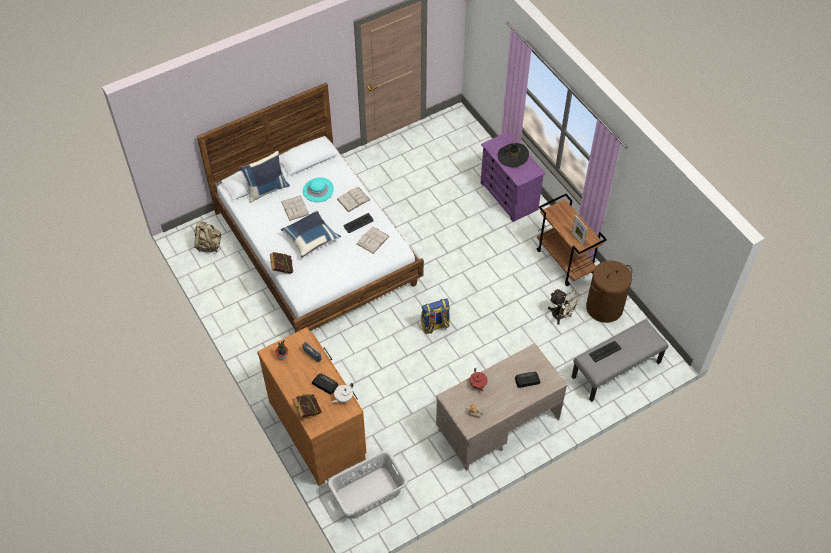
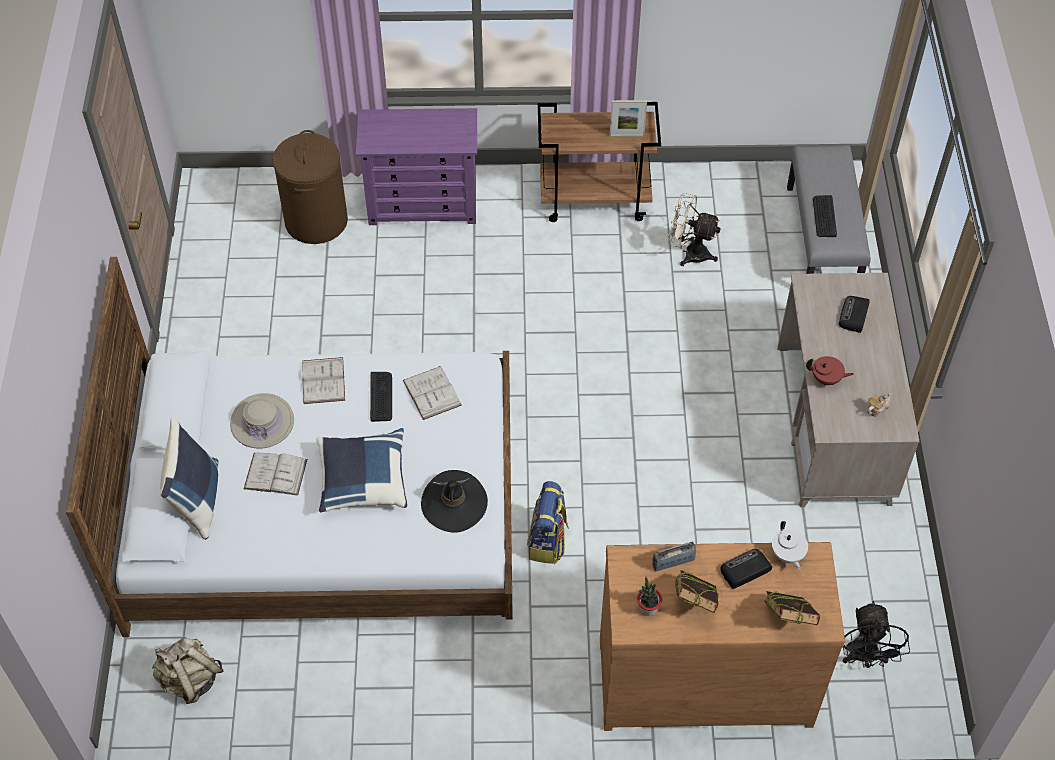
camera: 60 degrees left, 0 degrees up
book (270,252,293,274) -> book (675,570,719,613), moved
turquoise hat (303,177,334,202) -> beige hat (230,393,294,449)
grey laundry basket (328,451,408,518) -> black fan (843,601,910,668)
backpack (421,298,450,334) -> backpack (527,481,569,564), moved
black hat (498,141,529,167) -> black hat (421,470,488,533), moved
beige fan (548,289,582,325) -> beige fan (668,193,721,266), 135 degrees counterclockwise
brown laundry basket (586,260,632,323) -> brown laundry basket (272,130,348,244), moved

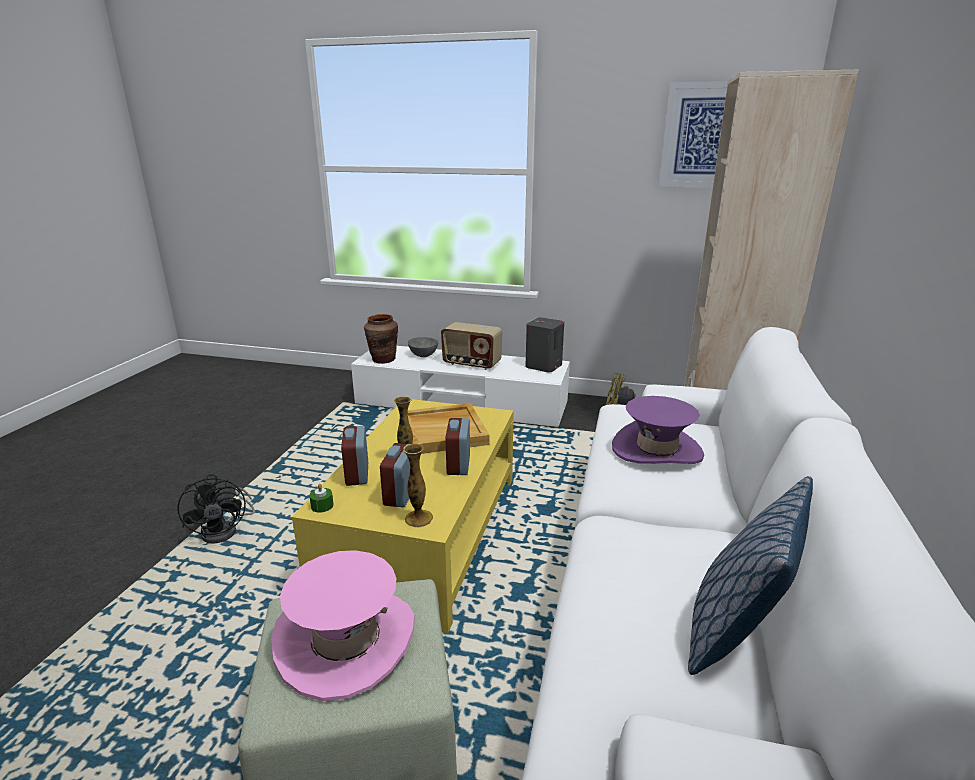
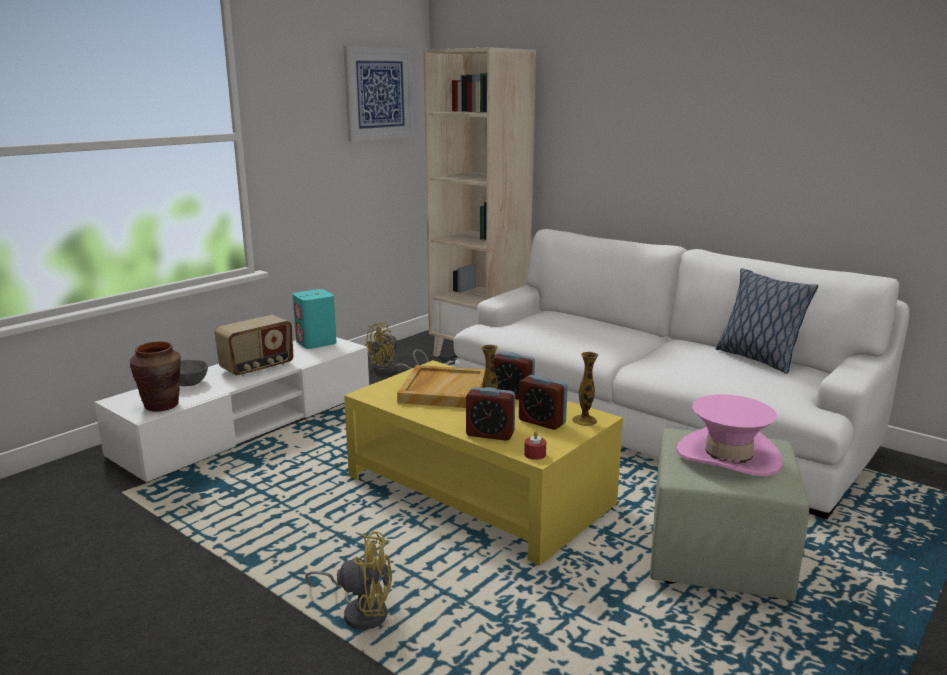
camera: 65 degrees left, 5 degrees down
black fan (177,474,255,543) -> yellow fan (305,531,392,630)
green candle (309,483,334,513) -> red candle (524,431,546,460)
grey speaker (525,317,564,372) -> turquoise speaker (293,289,337,349)
purple hat (612,396,704,464) -> none

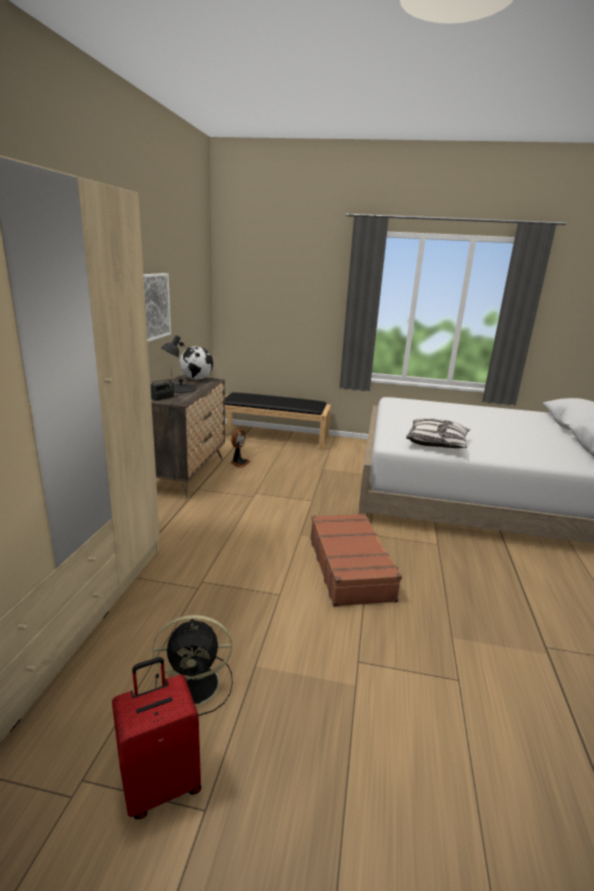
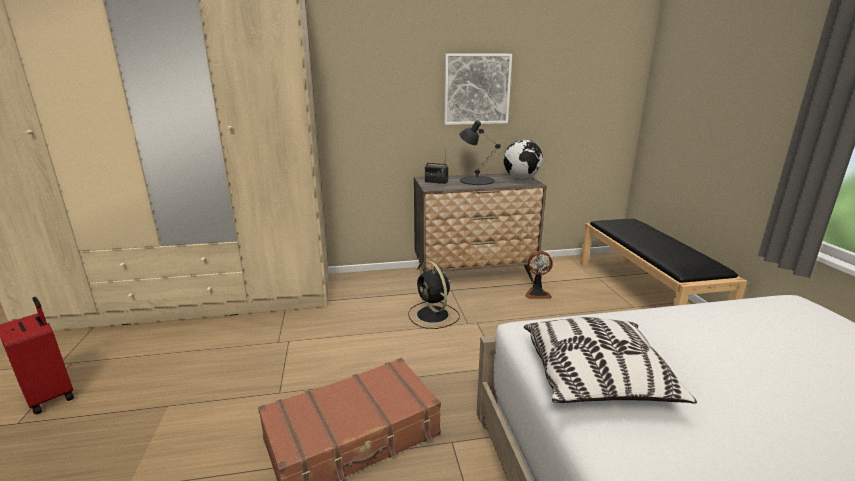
camera: 70 degrees right, 0 degrees up
black fan (152,615,233,716) -> black fan (408,261,460,329), moved

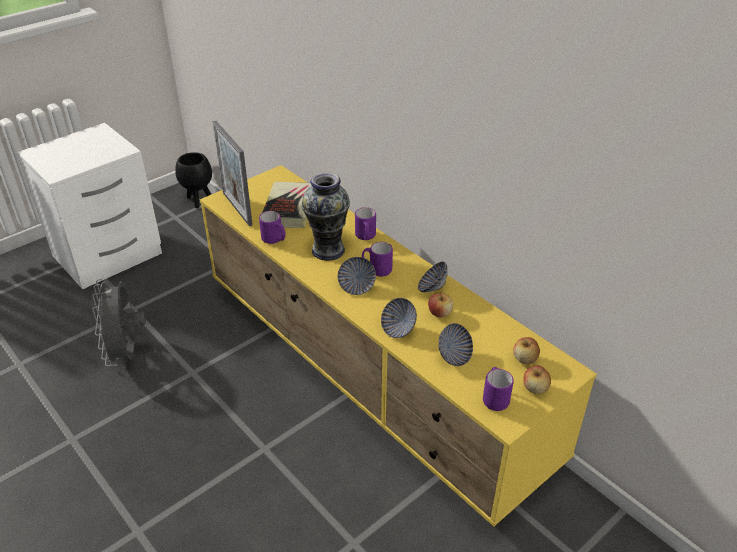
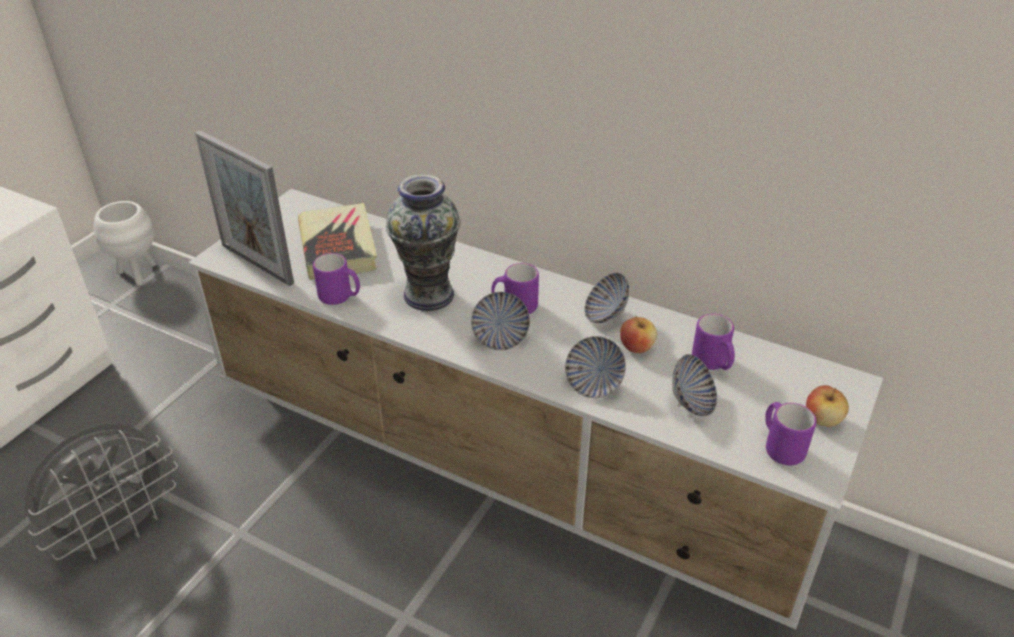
camera: 20 degrees left, 0 degrees up
grey fan (92,279,146,366) -> grey fan (24,423,178,560), 105 degrees counterclockwise
black planter (175,152,212,208) -> white planter (94,201,156,285)
yellow tv stand (200,165,597,526) -> white tv stand (188,189,883,629)
purple mug (355,207,376,240) -> purple mug (692,314,735,370), moved
apple (513,337,540,364) -> none

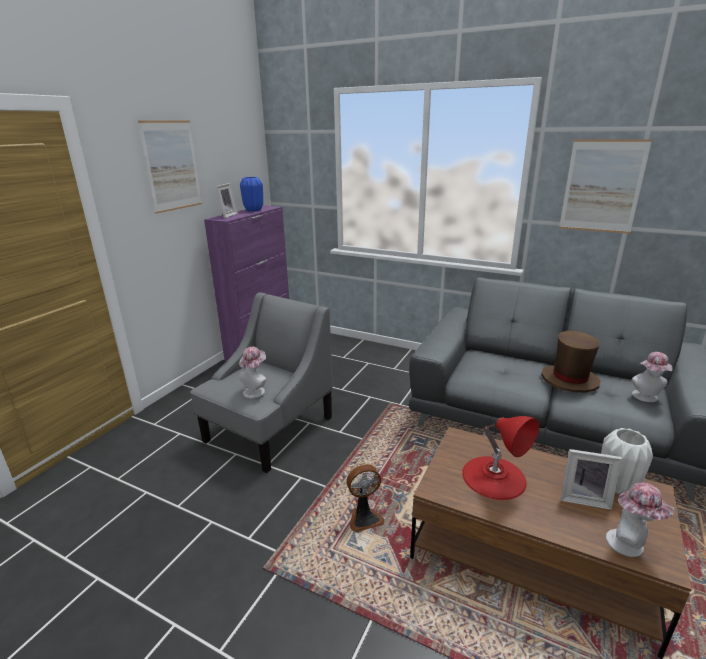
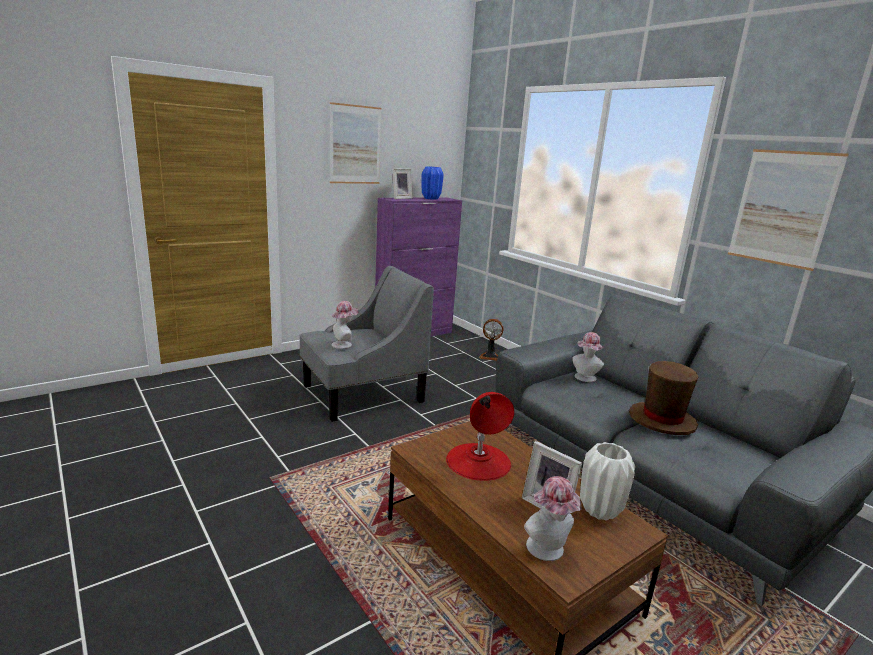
camera: 25 degrees right, 5 degrees down
fan (347,464,384,533) -> fan (479,319,503,361), moved
hat (631,352,673,402) -> hat (572,332,604,382), moved

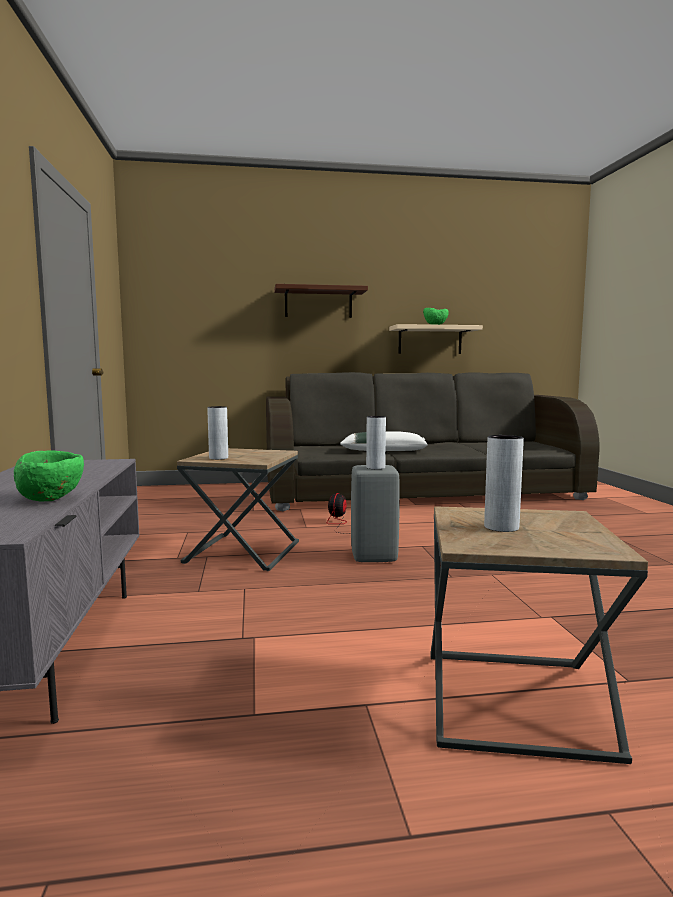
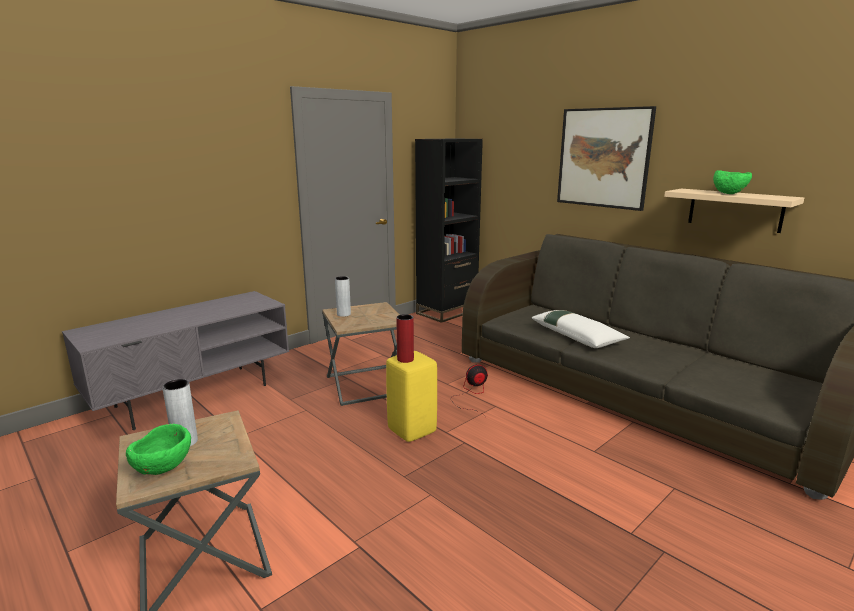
camera: 55 degrees right, 10 degrees up
green bowl (14,450,84,501) -> green bowl (126,424,191,475), moved
brown shelf (274,284,368,318) -> picture (557,106,656,211)
grey stool (351,465,400,562) -> yellow stool (386,351,437,442)
grey vase (366,416,386,469) -> red vase (396,314,414,363)
none -> black bookcase (415,139,483,323)

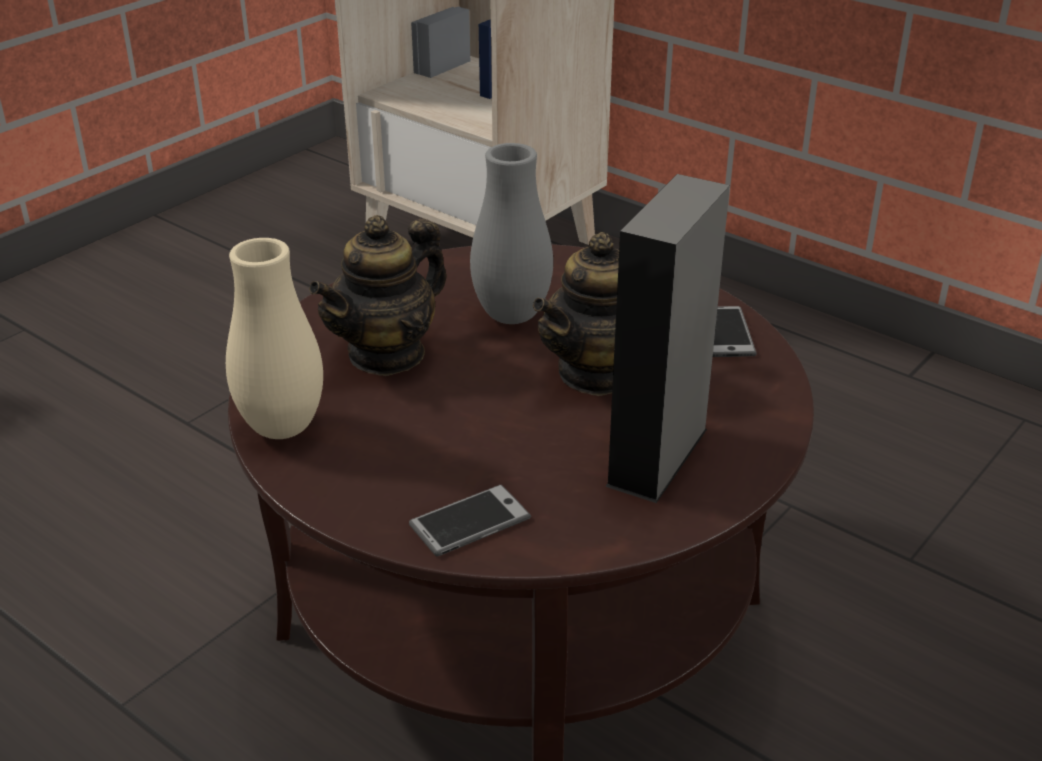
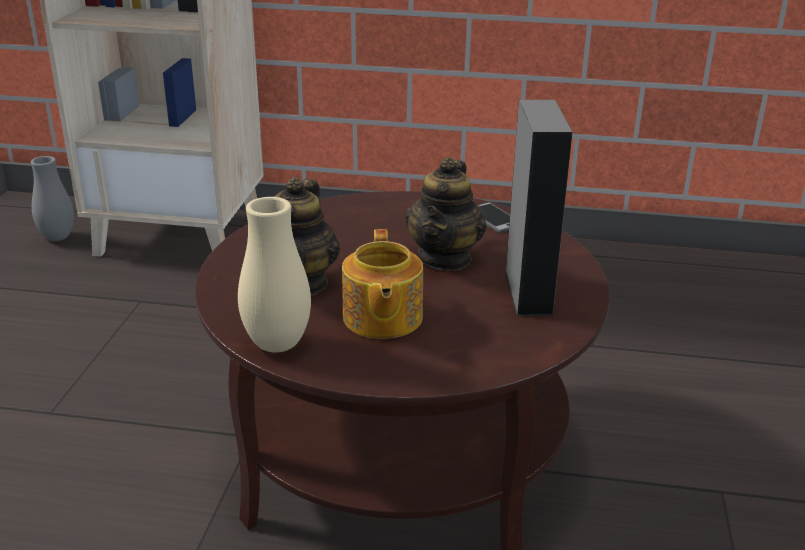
camera: 30 degrees left, 5 degrees down
phone (409,485,531,556) -> none
grey vase (470,143,553,324) -> grey vase (31,156,74,241), moved
none -> teapot (342,229,423,339)

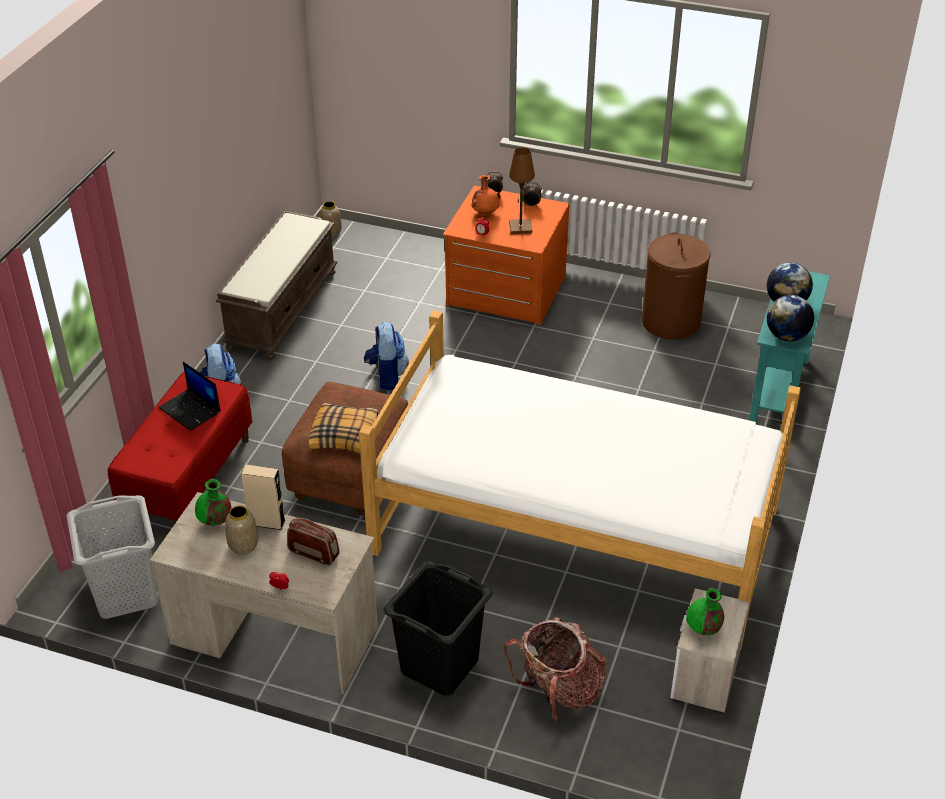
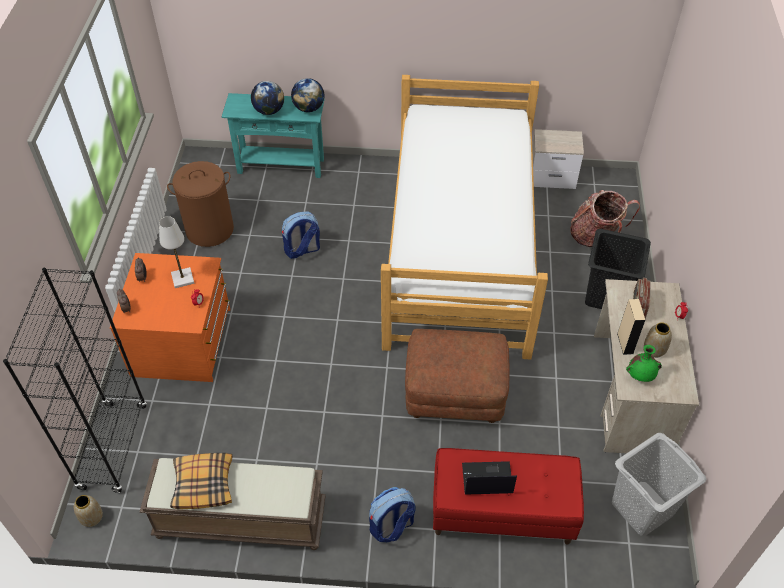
camera: 105 degrees left, 10 degrees up
laptop (159,361,221,431) -> laptop (462,461,517,495), 120 degrees counterclockwise
pillow (309,402,378,454) -> pillow (170,453,233,509), moved
backpack (364,322,409,390) -> backpack (282,212,320,259), moved
orange vase (471,175,500,215) -> none
brown table lamp (509,147,535,234) -> white table lamp (159,216,194,288)
green vase (686,588,724,635) -> none
none -> black bookcase (3,268,147,493)

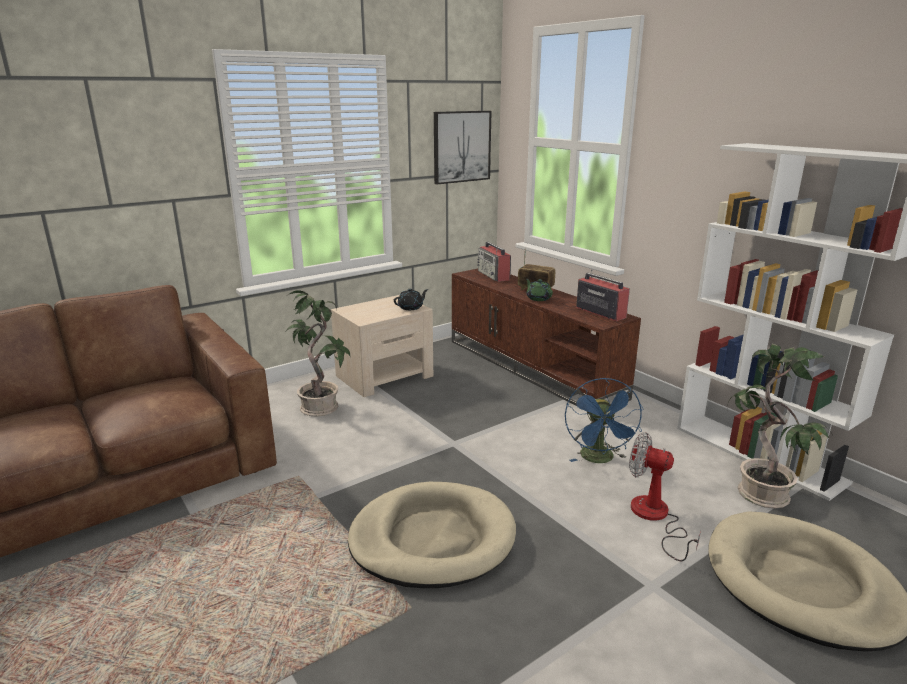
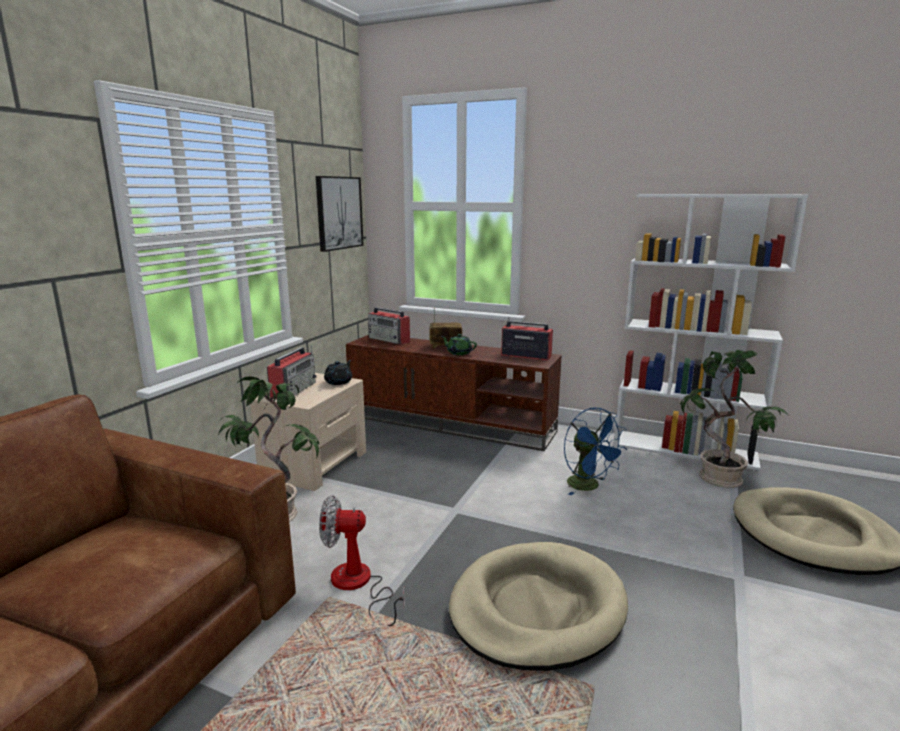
camera: 30 degrees left, 5 degrees down
fan (629,432,701,561) -> fan (319,495,405,626), moved
none -> radio (267,345,317,399)

